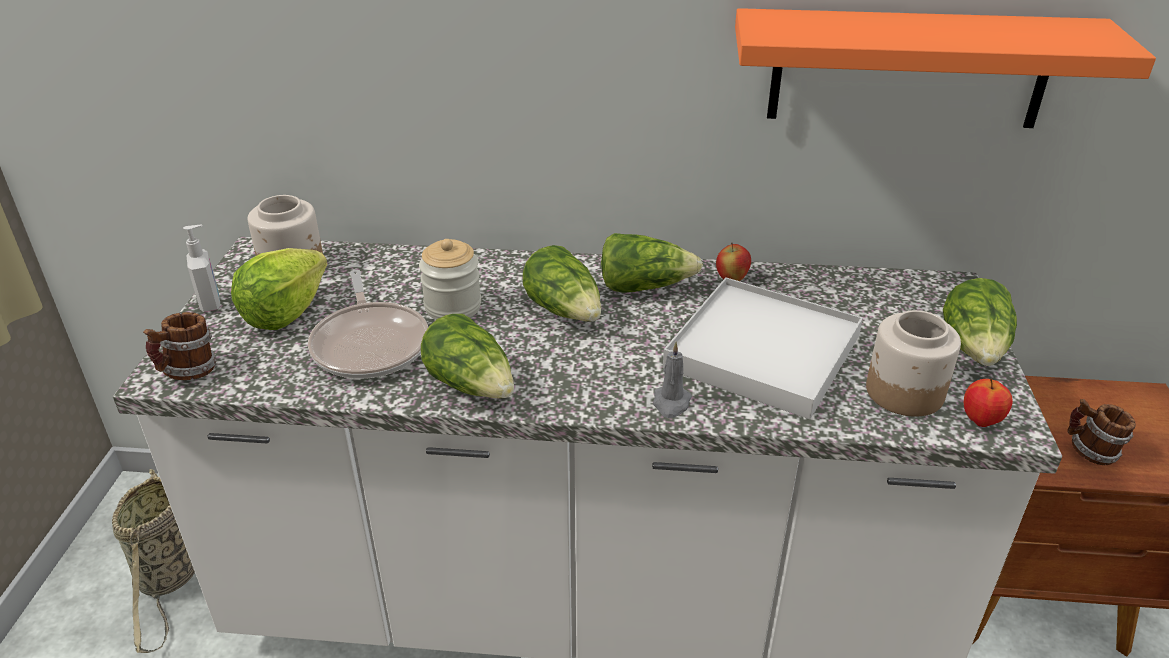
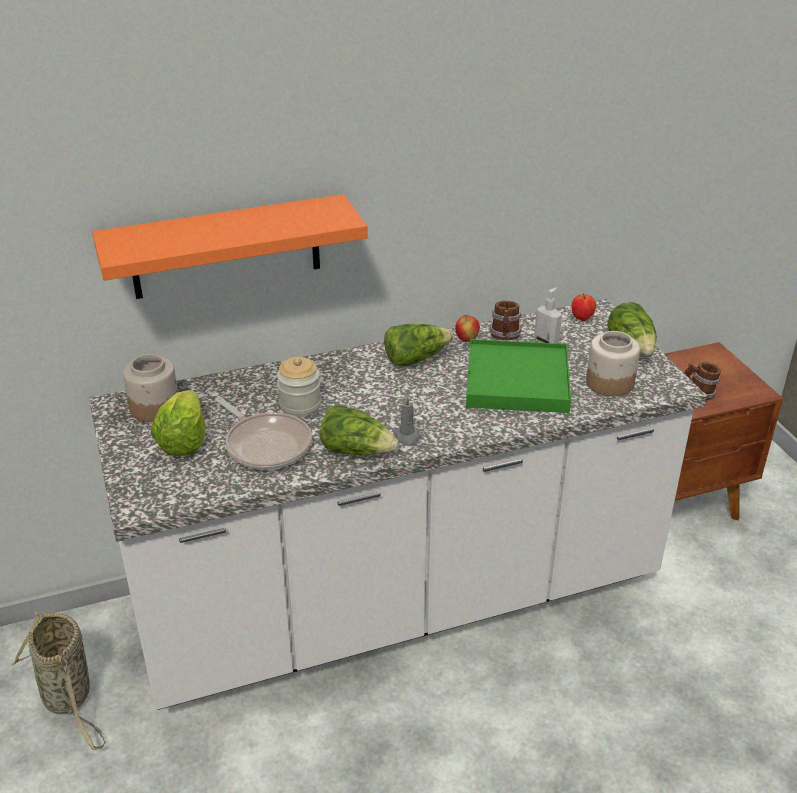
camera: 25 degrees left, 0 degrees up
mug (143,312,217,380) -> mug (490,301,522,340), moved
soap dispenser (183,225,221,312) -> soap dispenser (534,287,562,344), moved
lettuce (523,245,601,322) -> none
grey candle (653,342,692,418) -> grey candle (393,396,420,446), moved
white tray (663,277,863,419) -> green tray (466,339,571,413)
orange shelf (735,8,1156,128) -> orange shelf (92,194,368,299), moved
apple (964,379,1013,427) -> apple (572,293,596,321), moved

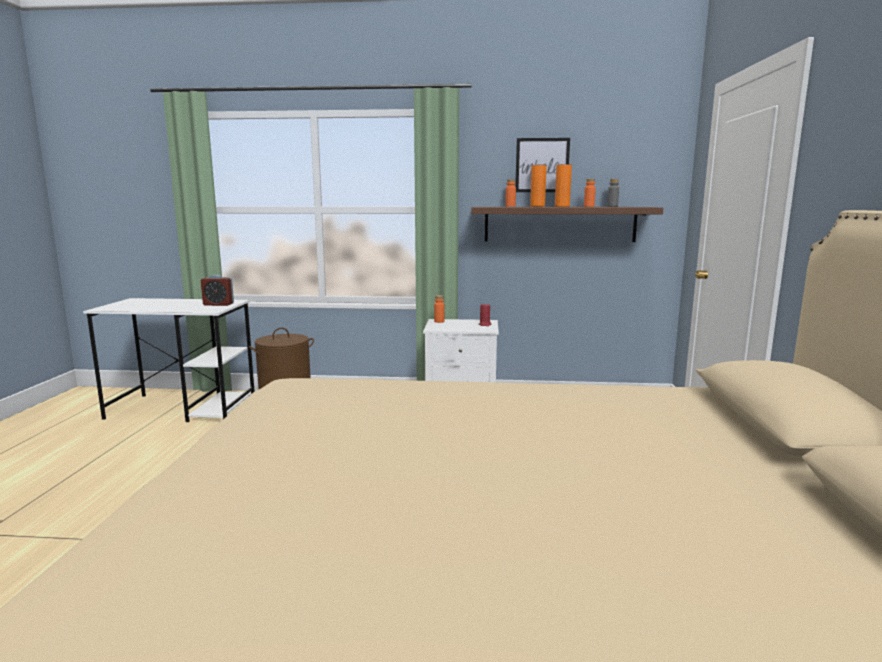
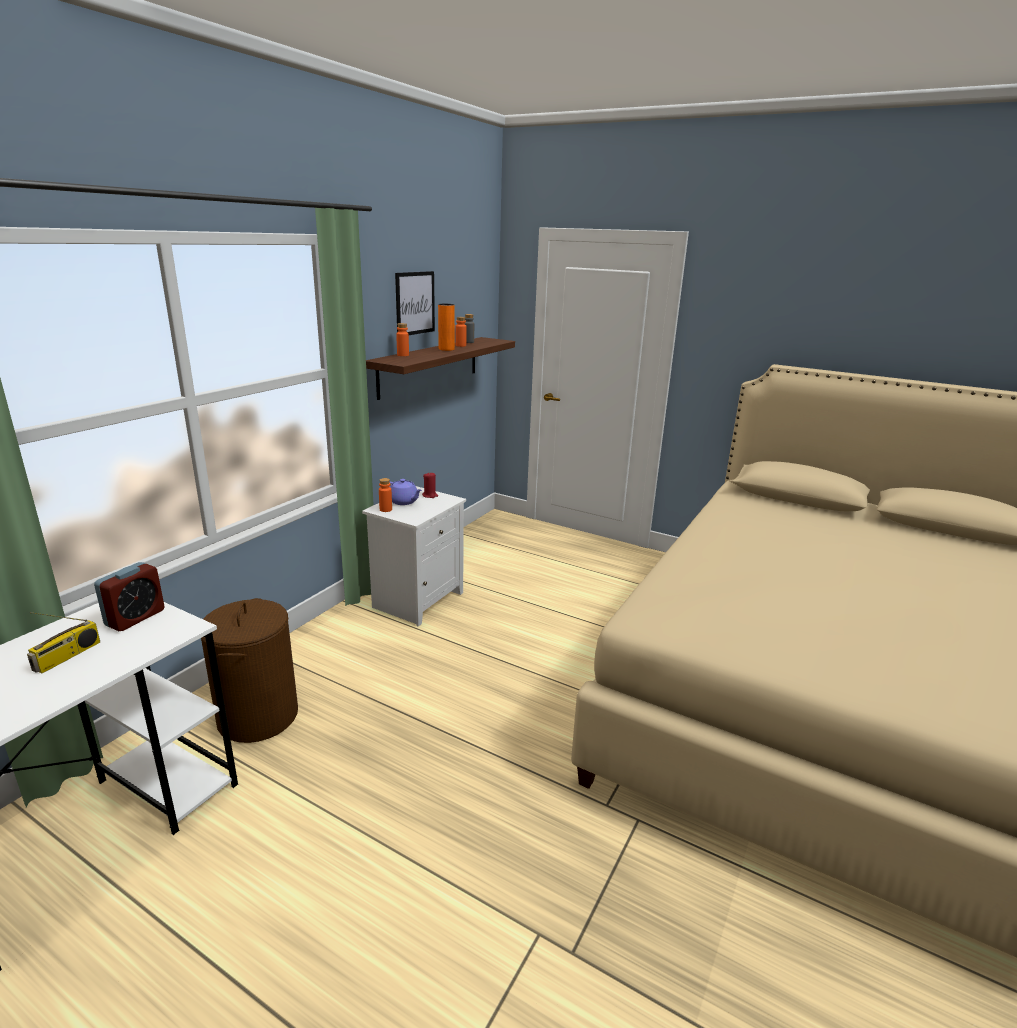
camera: 65 degrees left, 10 degrees up
orange vase (530,165,547,207) -> none
none -> radio (27,612,100,673)
none -> purple teapot (389,479,422,505)

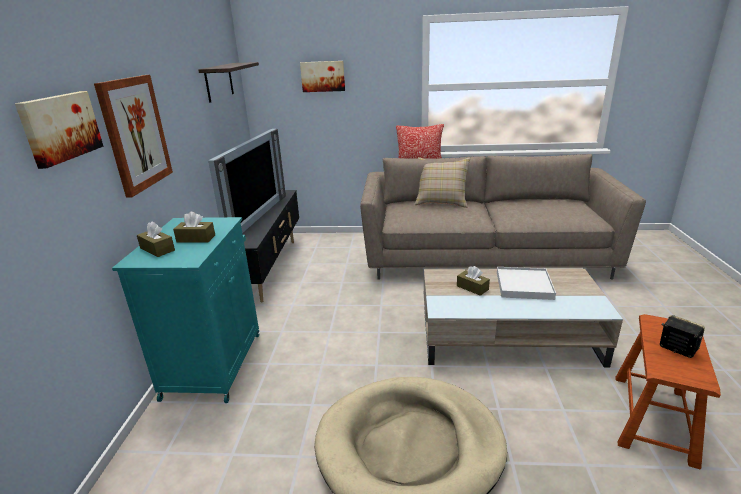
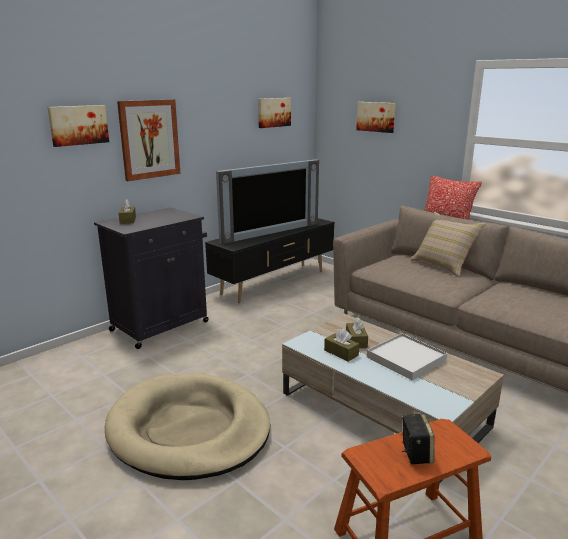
camera: 40 degrees right, 5 degrees down
turquoise cabinet (112,217,260,403) -> black cabinet (94,207,209,349)
brown tissue box (173,212,215,242) -> brown tissue box (324,328,359,361), moved
shelf (198,62,259,103) -> picture (258,98,291,128)

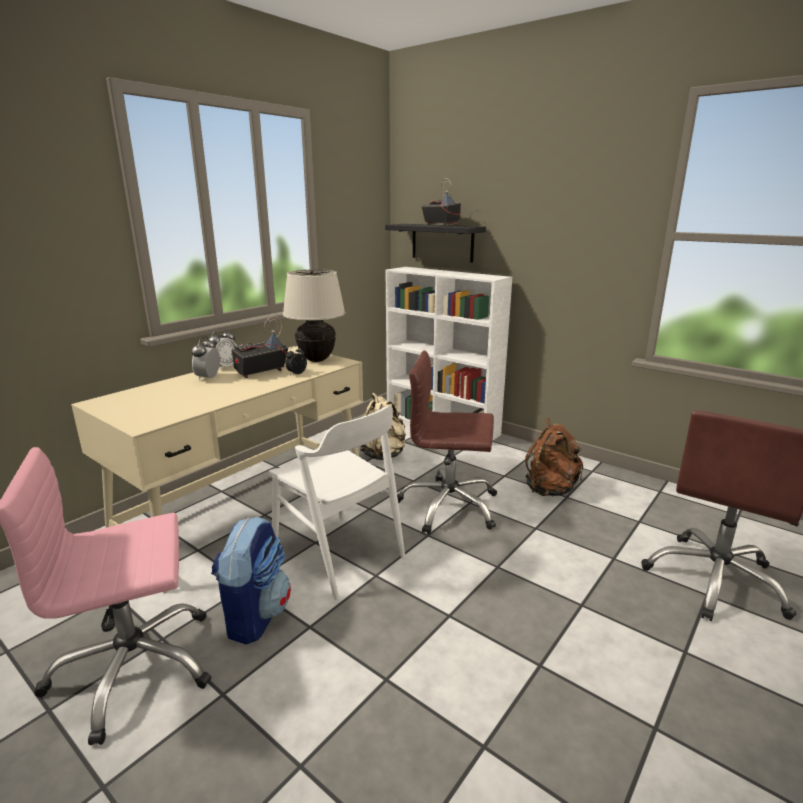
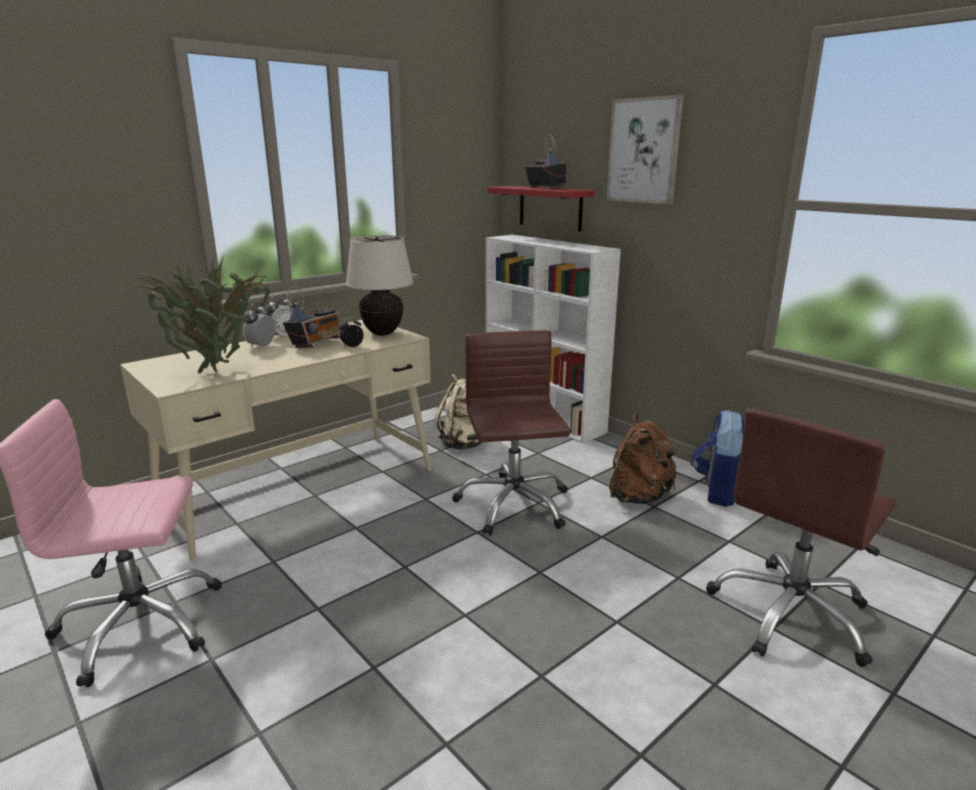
camera: 10 degrees right, 0 degrees up
backpack (211,517,291,645) -> backpack (691,410,744,507), moved
radio (231,316,288,379) -> radio (283,286,341,348), 150 degrees clockwise
white chair (269,406,405,600) -> none
black shelf (385,224,486,263) -> red shelf (487,186,595,231)
brown office chair (397,351,497,534) -> brown office chair (452,330,571,535), 60 degrees clockwise
none -> potted plant (136,253,270,373)
none -> picture (606,95,684,204)

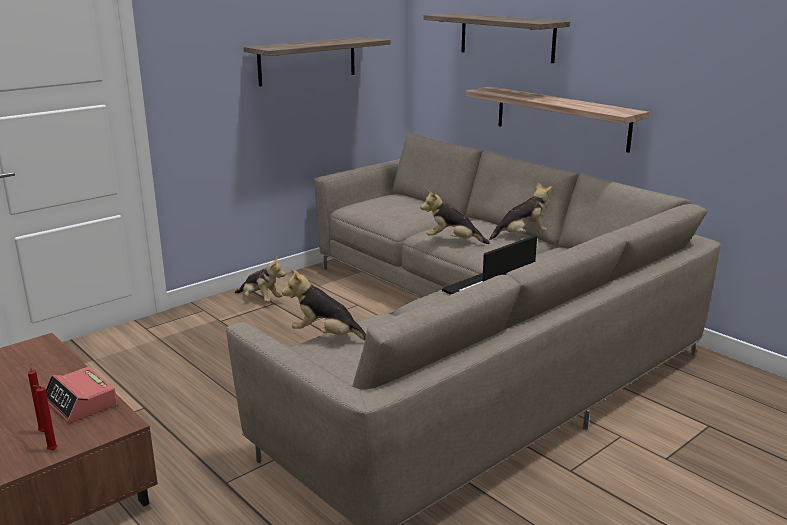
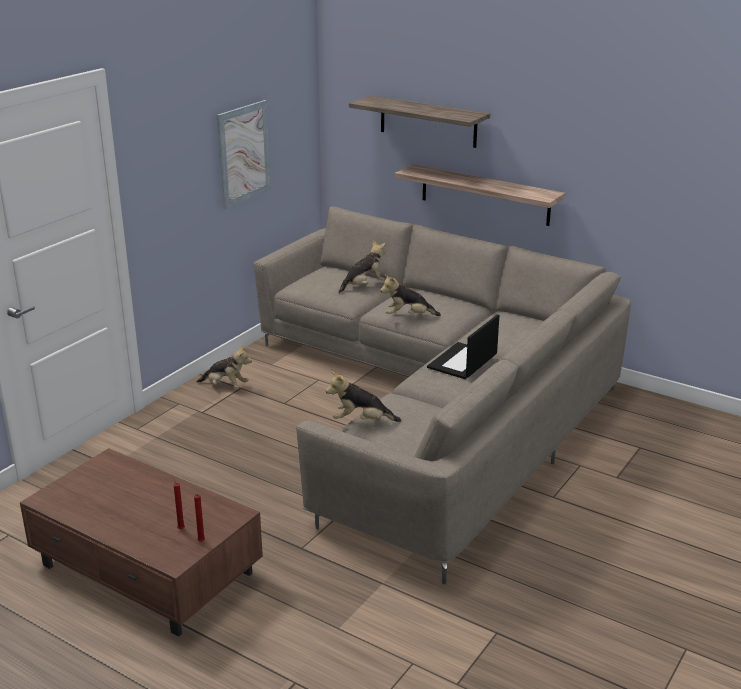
camera: 15 degrees left, 5 degrees up
alarm clock (46,367,117,424) -> none
shelf (243,37,391,87) -> picture (217,100,271,209)
plush toy (489,182,552,240) -> plush toy (339,240,385,293), moved

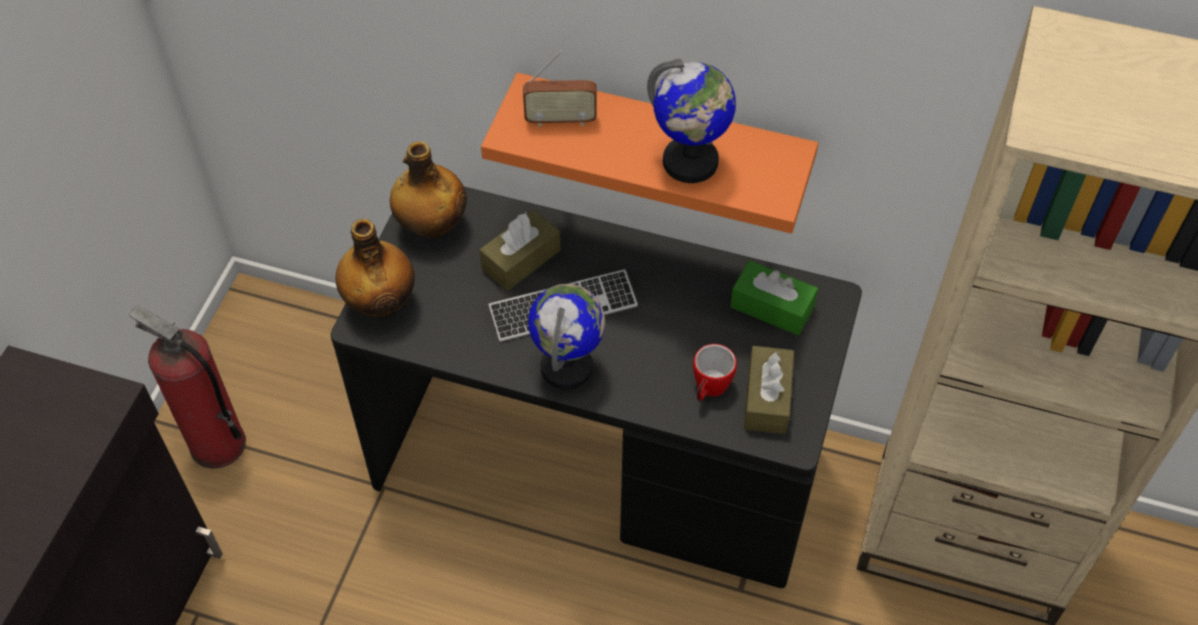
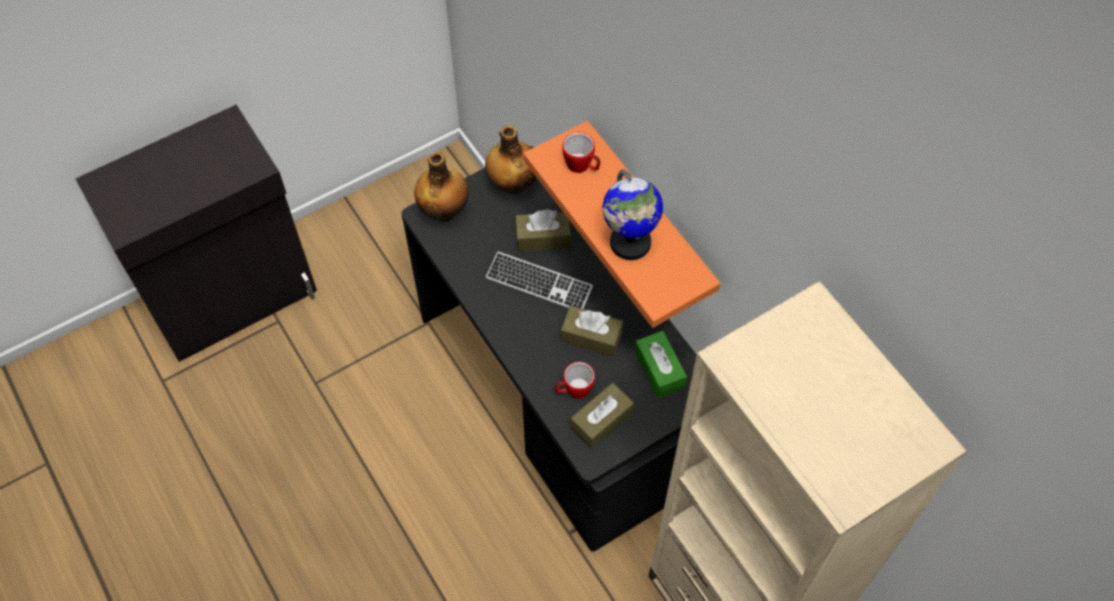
camera: 40 degrees right, 5 degrees up
fire extinguisher (129,305,246,469) -> none
radio (523,51,597,127) -> mug (562,132,600,173)
globe (528,284,605,390) -> none
none -> brown tissue box (561,306,623,357)

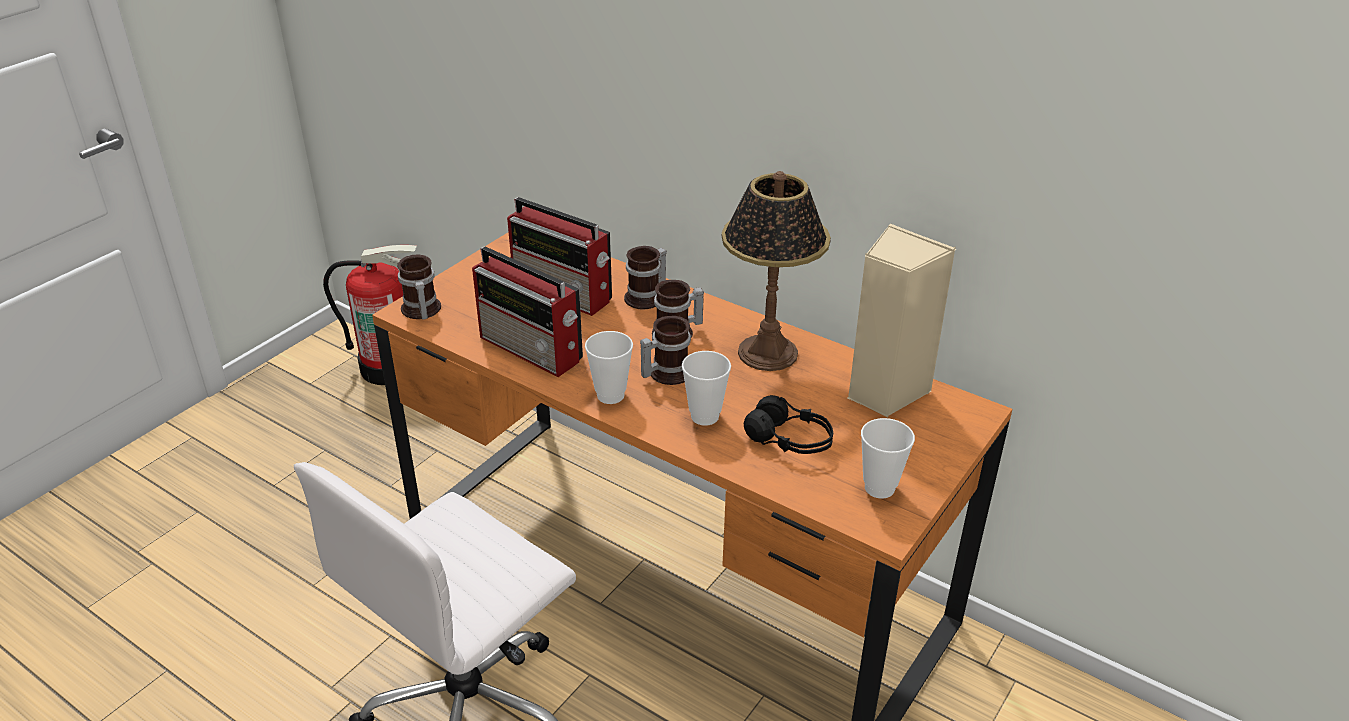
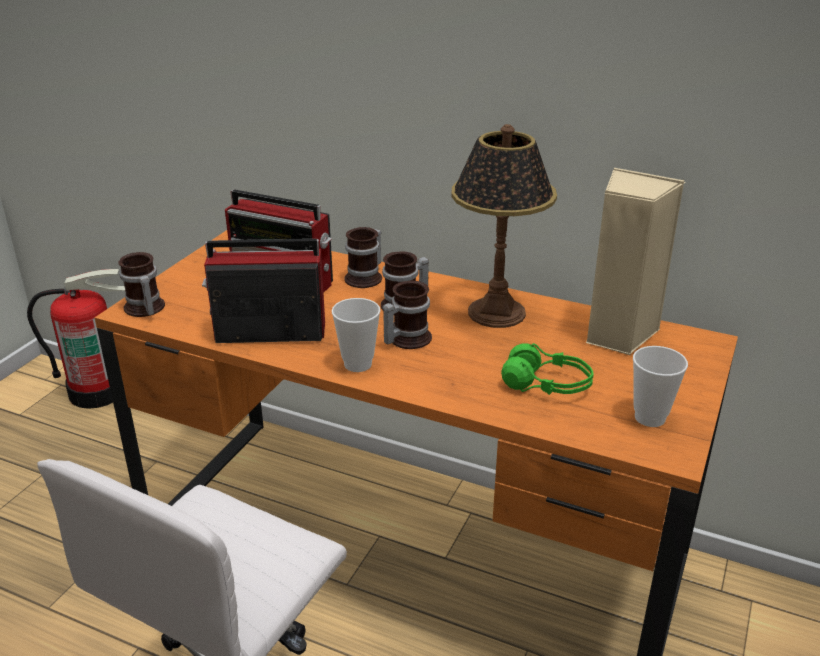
camera: 10 degrees left, 5 degrees down
radio (472,247,583,377) -> radio (202,239,325,343), 150 degrees clockwise
cup (682,351,731,426) -> none
black headphones (743,395,833,454) -> green headphones (501,343,594,395)

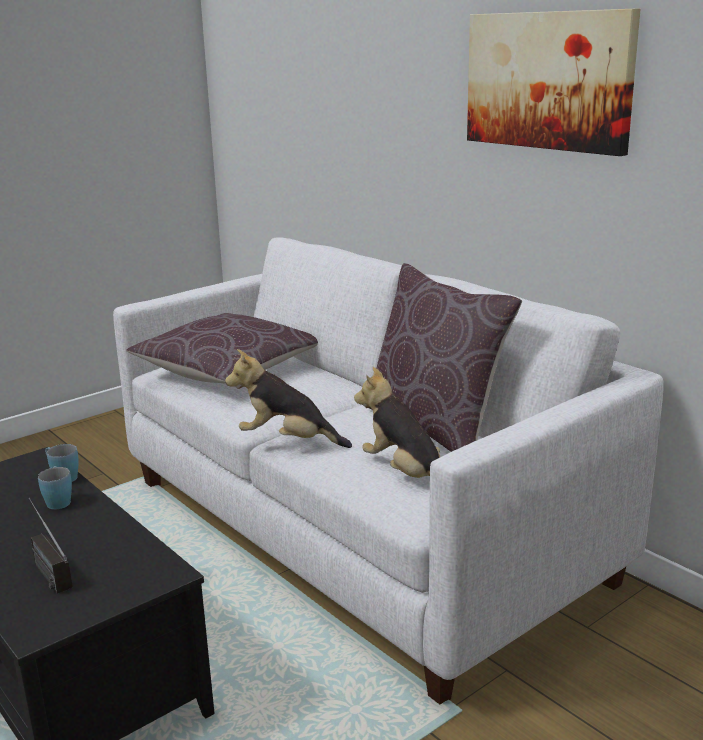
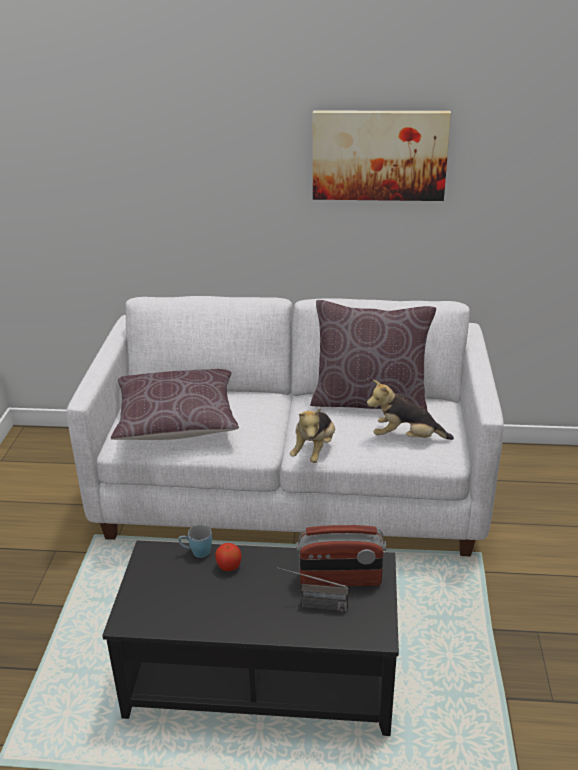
camera: 45 degrees left, 10 degrees up
blue mug (38,466,72,510) -> apple (215,543,242,571)
plush toy (225,349,352,448) -> plush toy (290,408,335,463), 45 degrees counterclockwise
none -> radio (296,525,386,586)

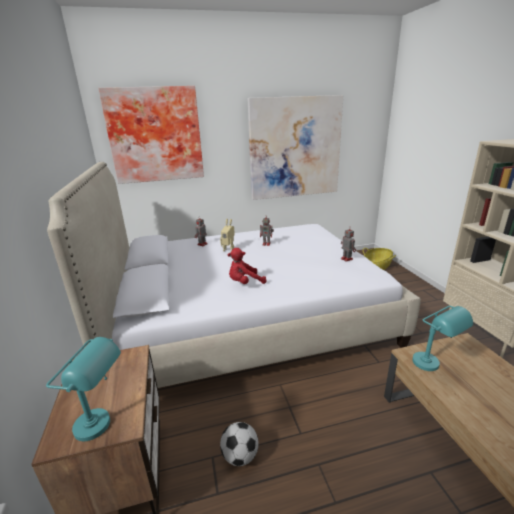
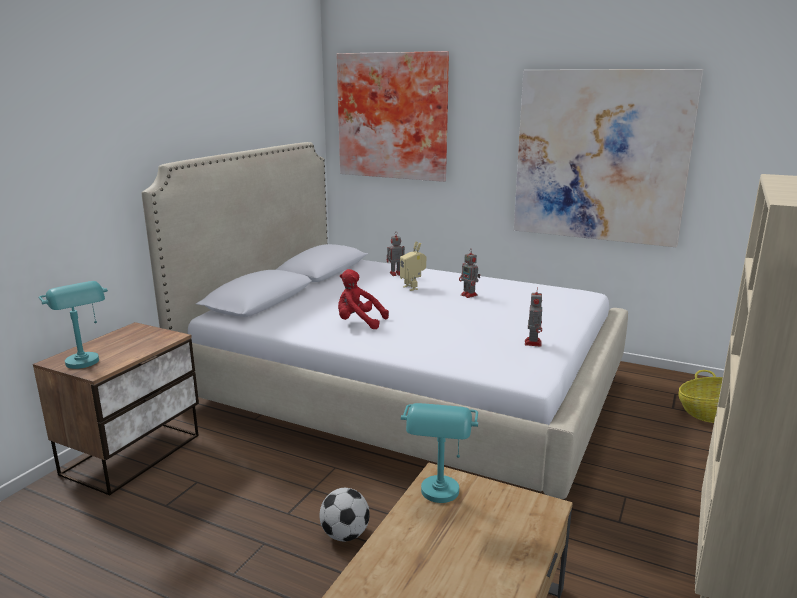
camera: 40 degrees right, 5 degrees down
football (220,422,259,466) -> football (320,488,370,542), moved

